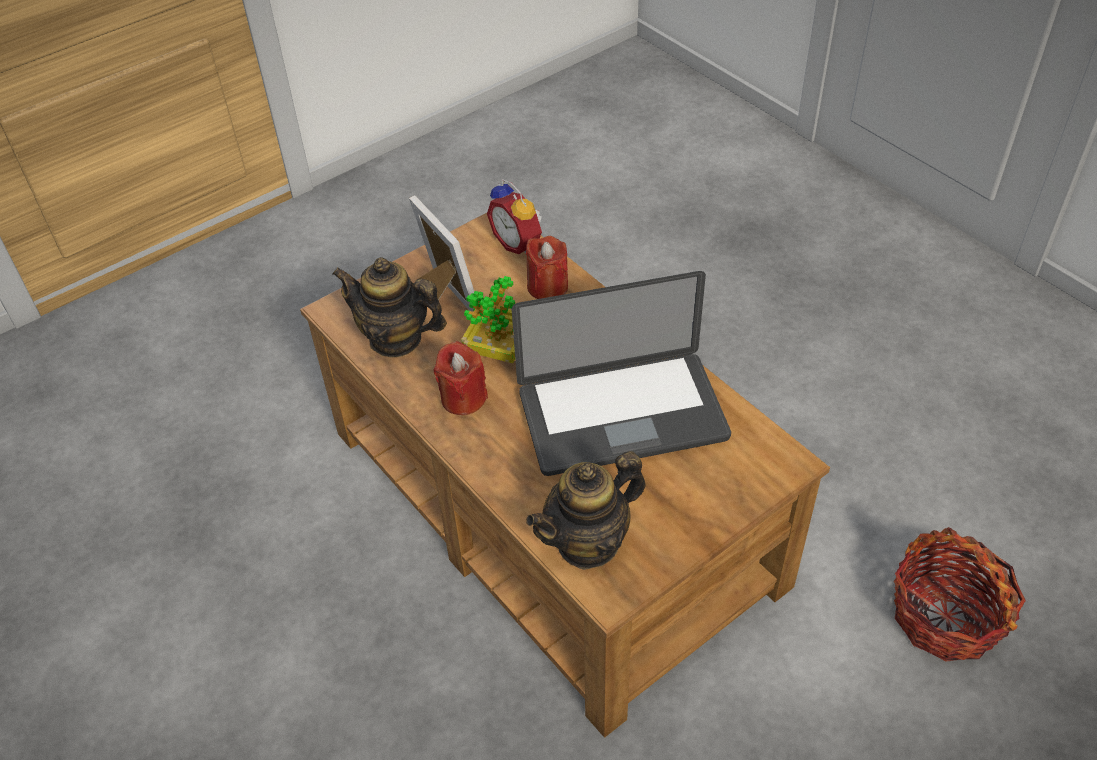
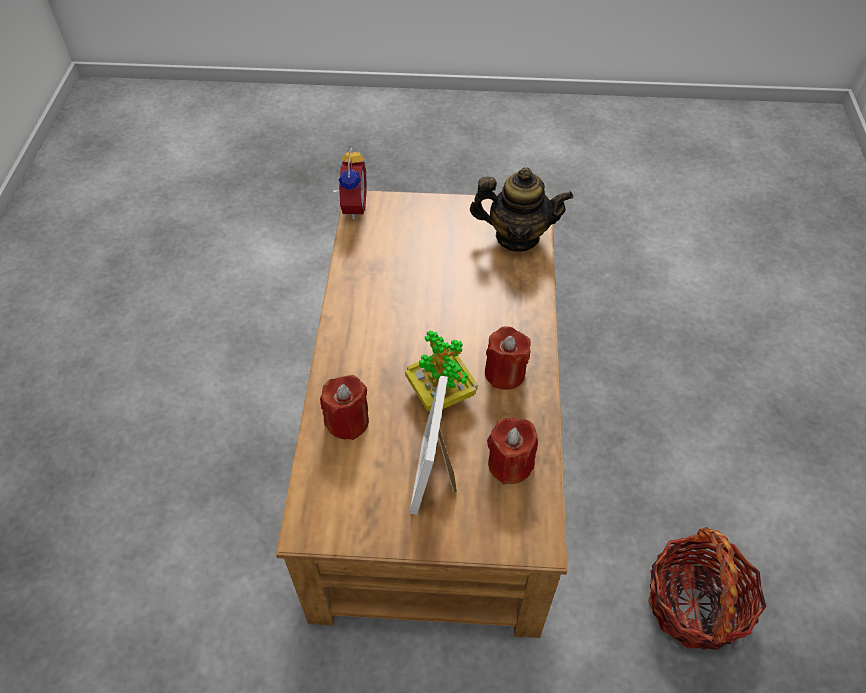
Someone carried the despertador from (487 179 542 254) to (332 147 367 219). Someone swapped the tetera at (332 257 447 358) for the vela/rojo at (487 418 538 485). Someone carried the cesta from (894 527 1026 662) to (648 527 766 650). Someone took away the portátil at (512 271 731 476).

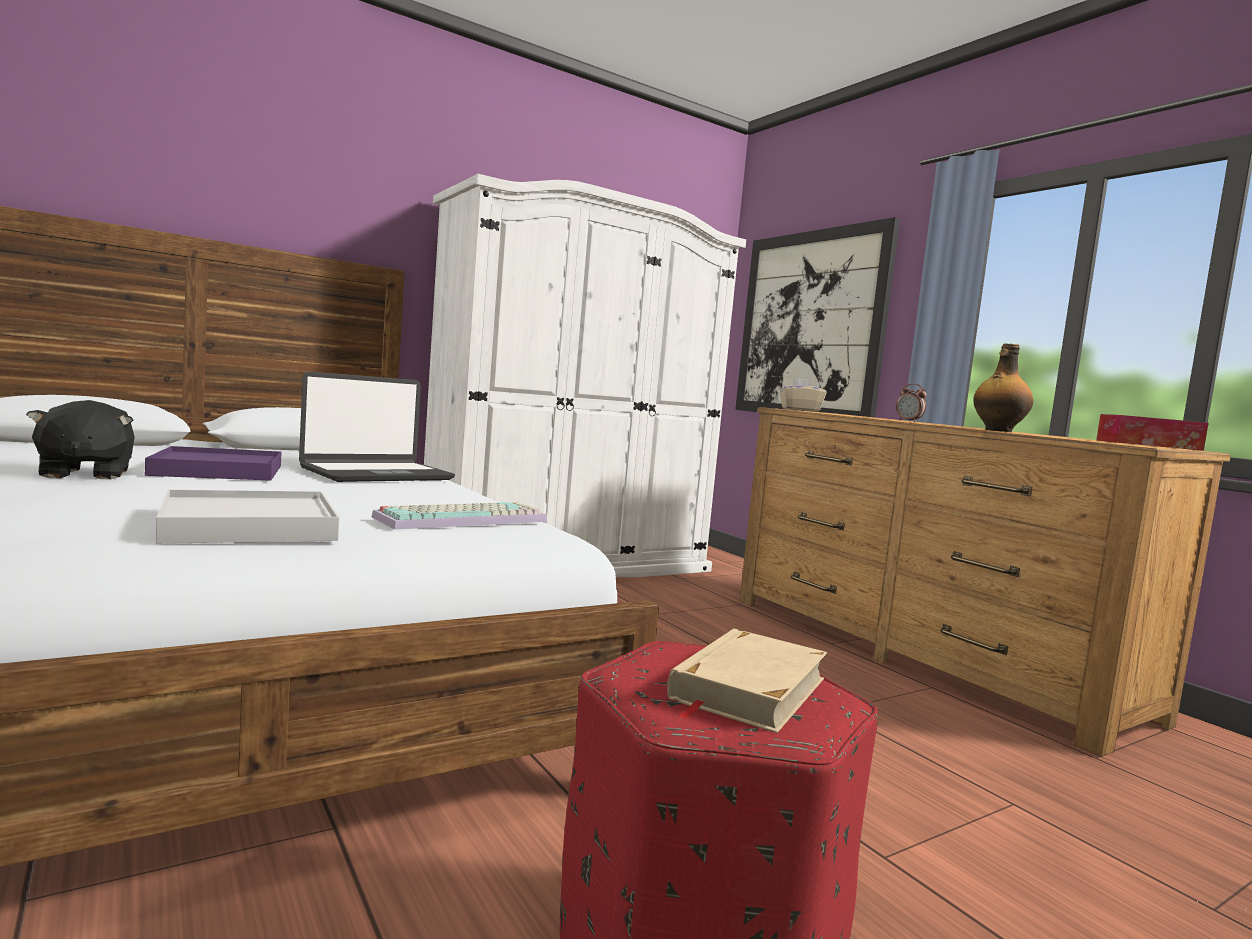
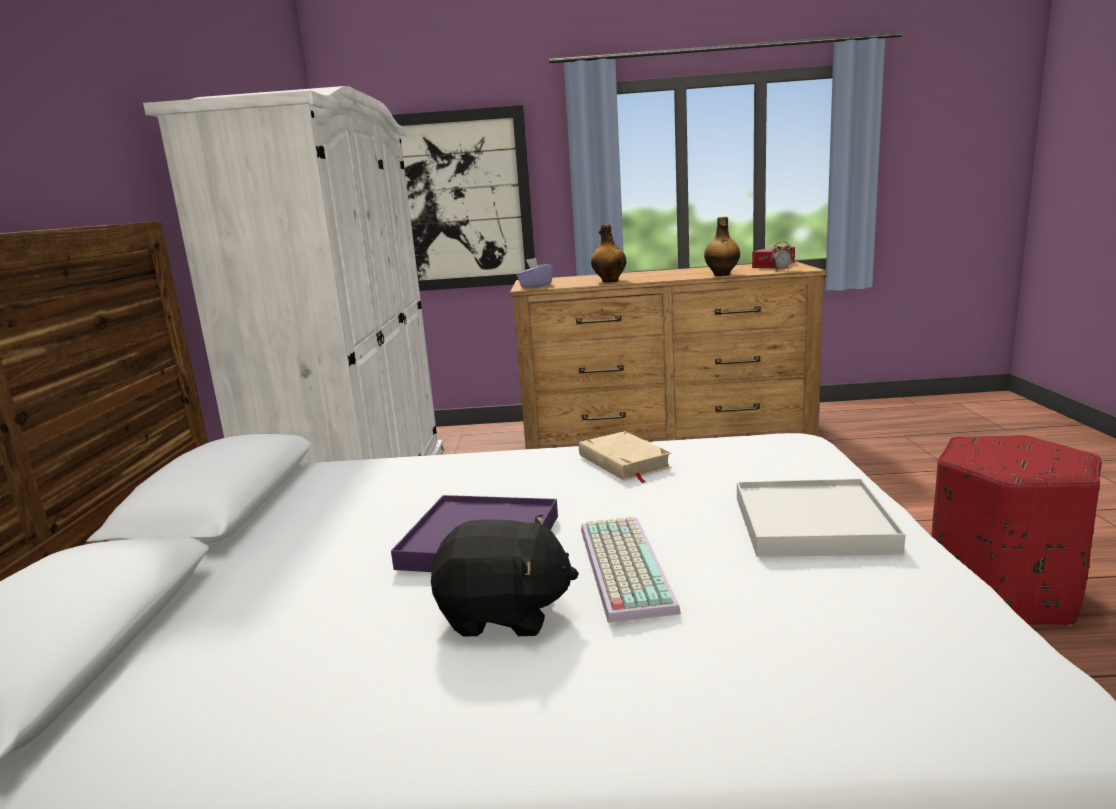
Someone repainted the caja de pañuelos/beis at (780 378 826 412), which became the caja de pañuelos/morado at (516 258 553 288). Someone carried the libro/beis from (667 629 827 733) to (579 431 672 483). Someone carried the teclado from (371 502 547 530) to (581 517 681 623). Someone put down the botella at (591 224 626 282). Someone carried the despertador from (896 384 927 422) to (771 242 792 271). Someone took away the portátil at (299 372 455 482).

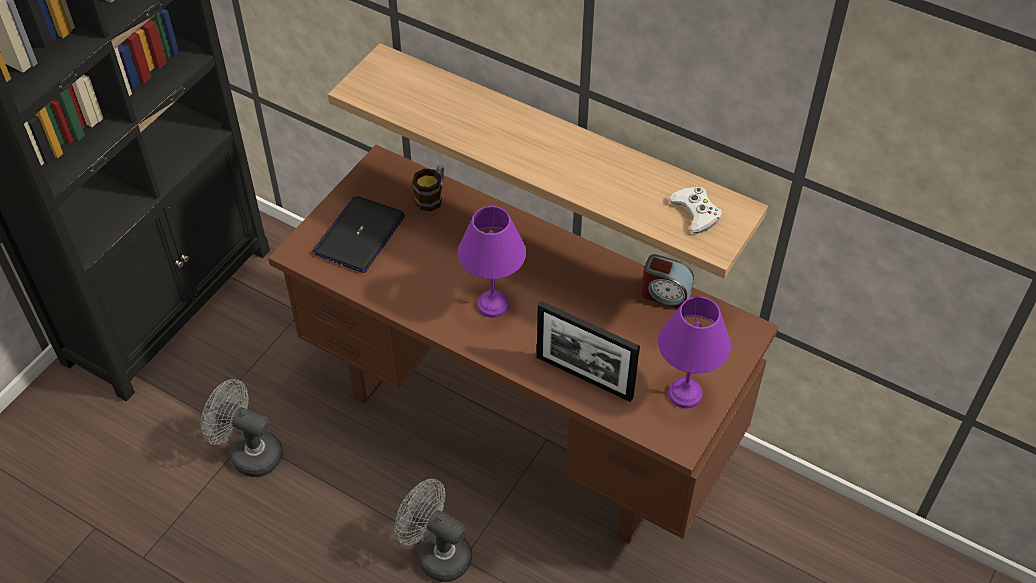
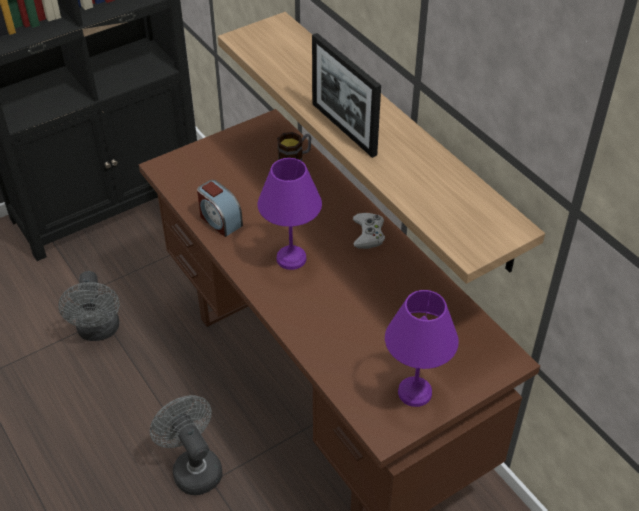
Someone rotated the ventilador/gris at (201 379 283 477) by 150 degrees counterclockwise. Someone carried the despertador from (641 254 694 308) to (197 180 243 237). Someone carried the portarretratos from (537 301 640 402) to (312 33 381 158). Someone carried the mando de consola/blanco from (669 187 722 234) to (353 213 385 249). Someone took away the portátil at (313 196 405 273).

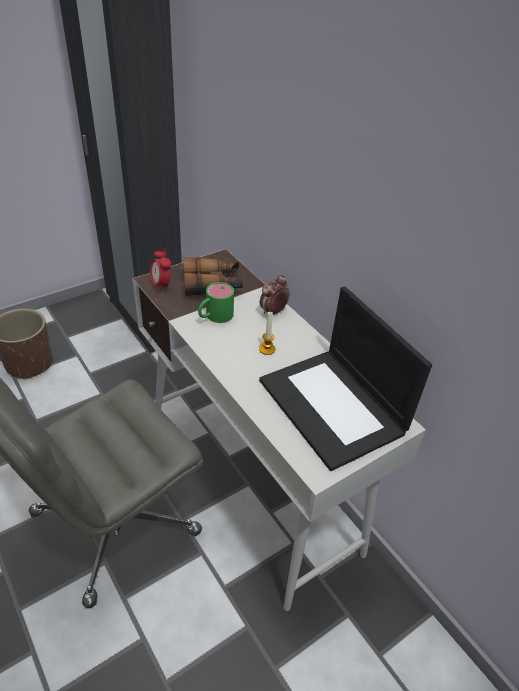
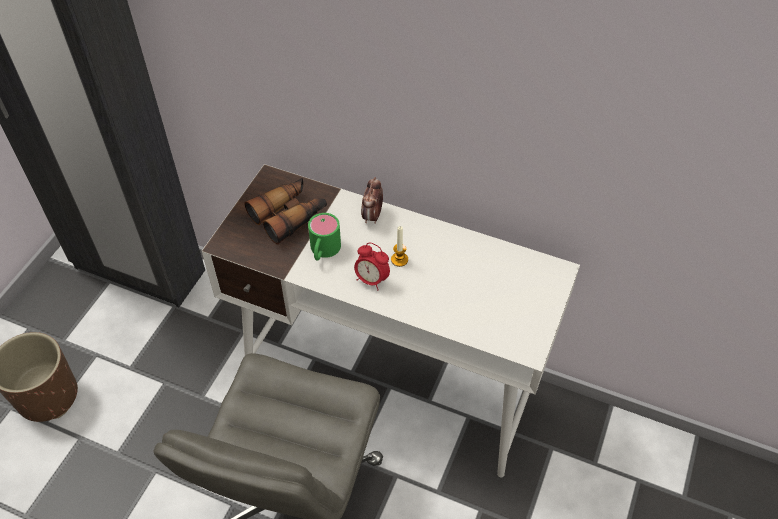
Someone carried the despertador from (150 247 172 292) to (354 243 390 290). Someone took away the portátil at (259 286 432 471).

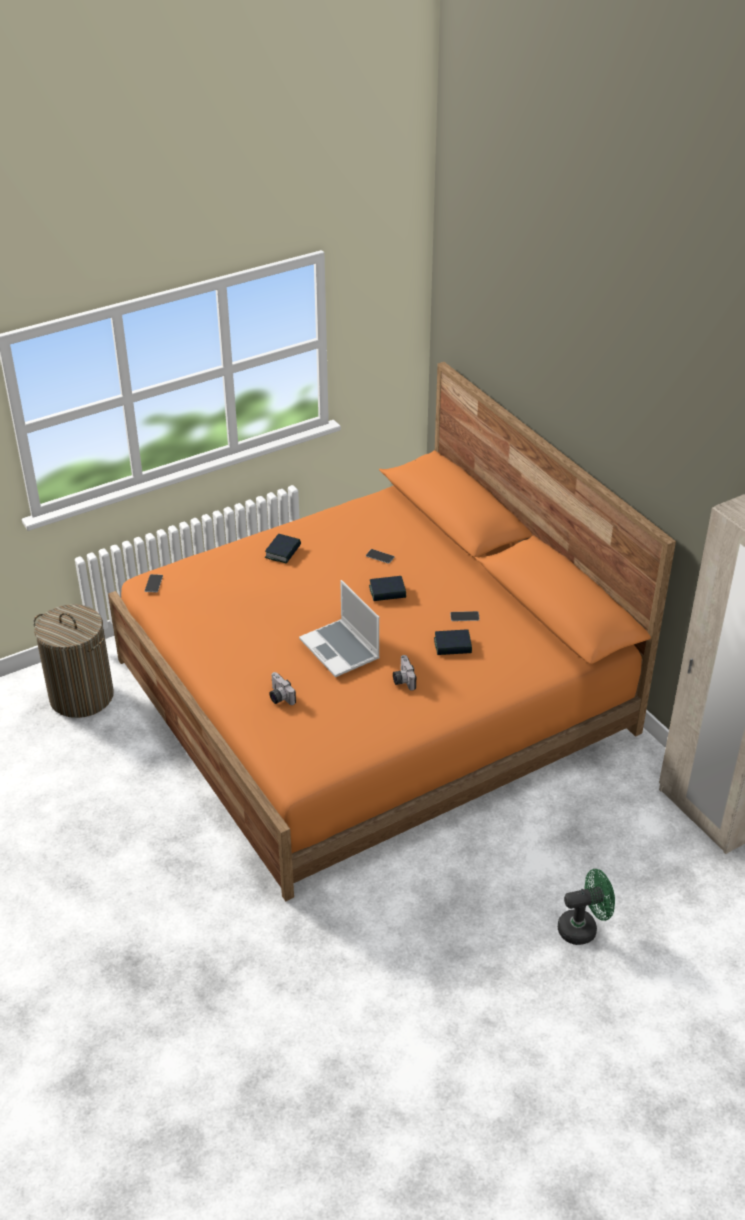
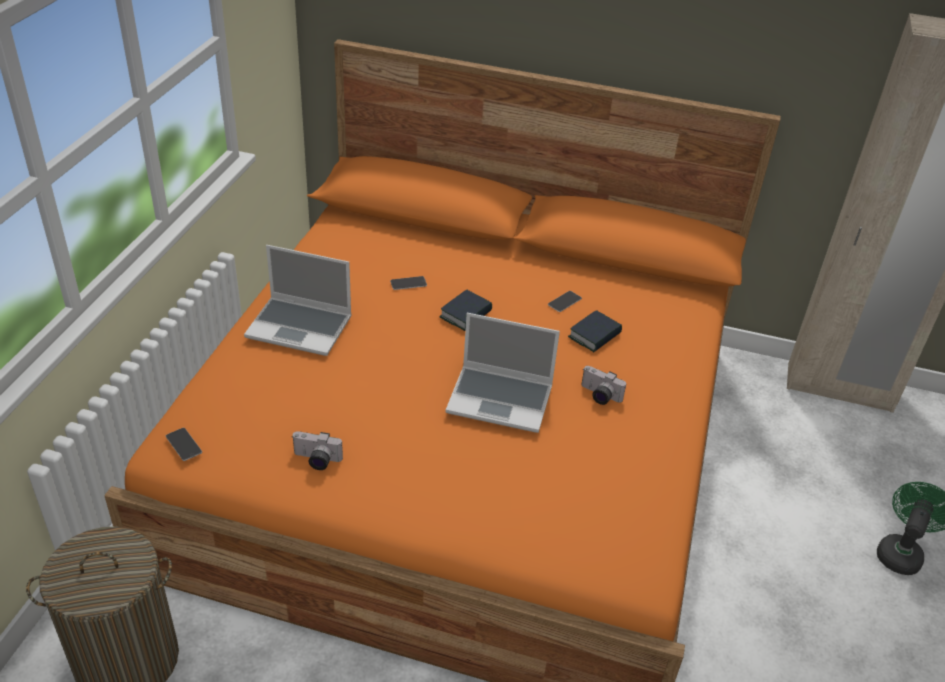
Someone swapped the libro at (265 534 301 564) for the portátil at (244 245 352 356). Someone carried the cámara from (269 672 296 705) to (292 431 343 470).

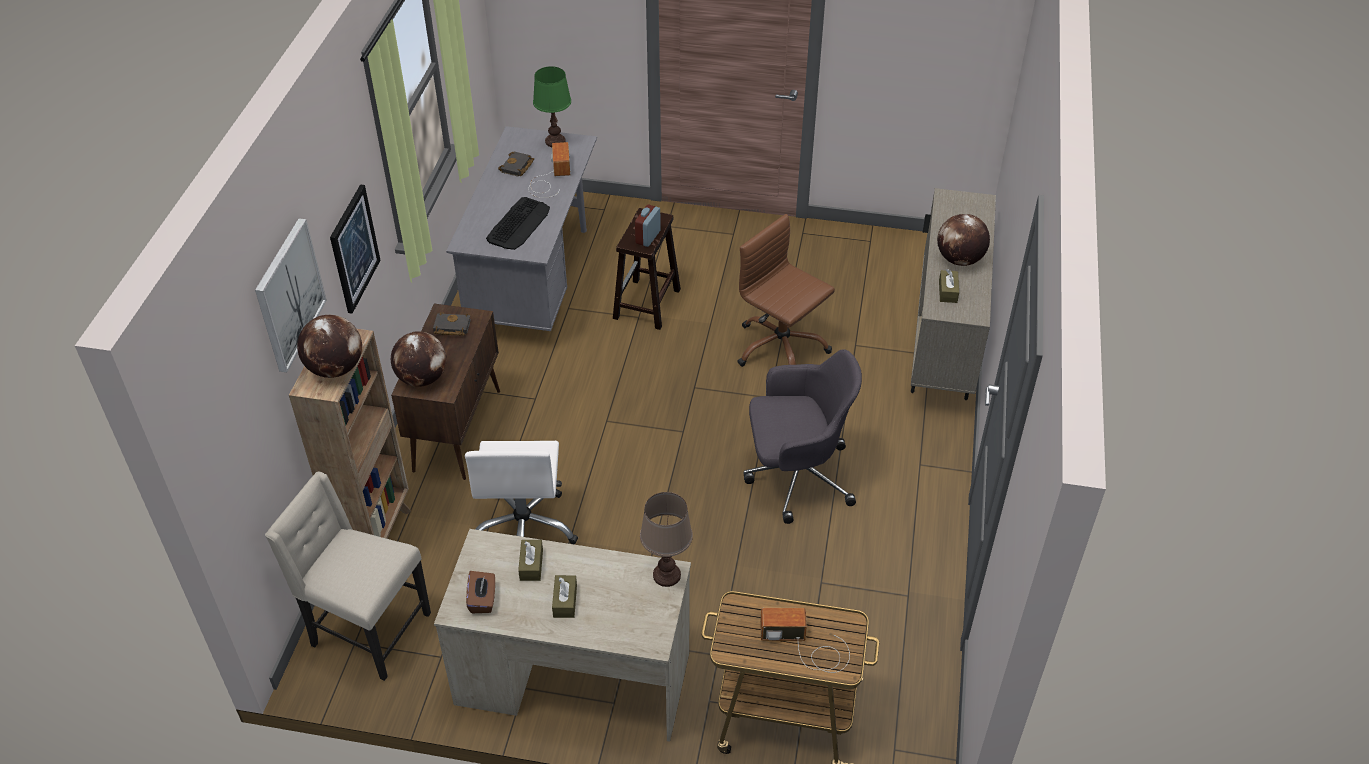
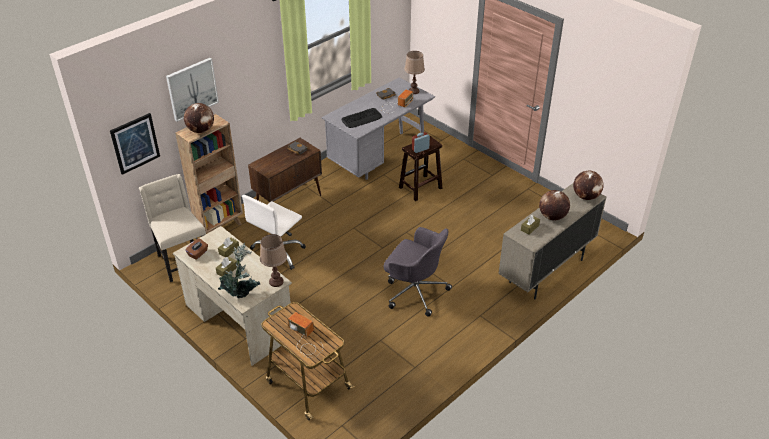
Someone carried the cuadro from (330 184 380 314) to (110 113 160 175). Someone put down the planta en maceta at (218 243 260 298). Someone repainted the lámpara de mesa/verde at (533 66 571 147), which became the lámpara de mesa/marrón at (404 51 425 94). Someone carried the globo terráqueo from (391 331 447 387) to (573 171 604 200). Someone took away the silla de oficina/marrón at (737 214 835 367).

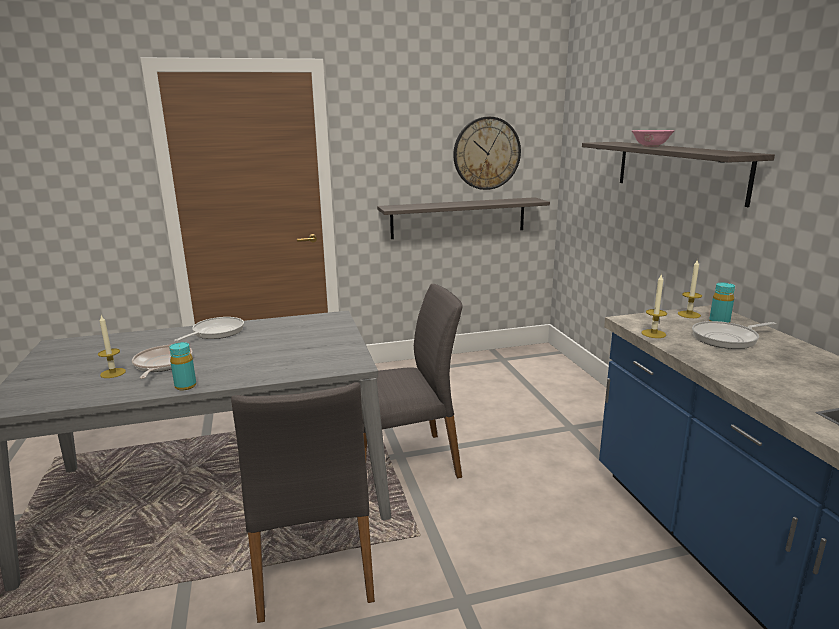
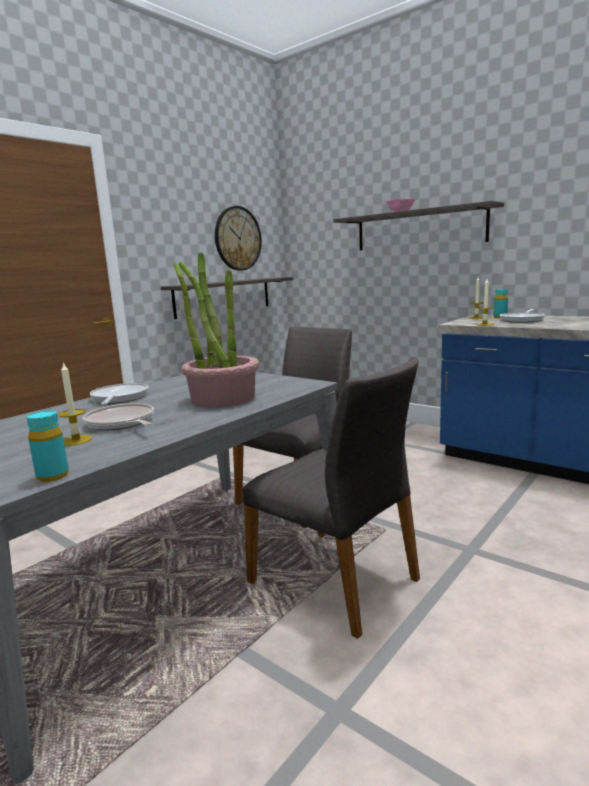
Someone carried the botella/turquesa from (169 342 196 390) to (26 410 69 482). Someone put down the planta en maceta at (174 252 259 407).

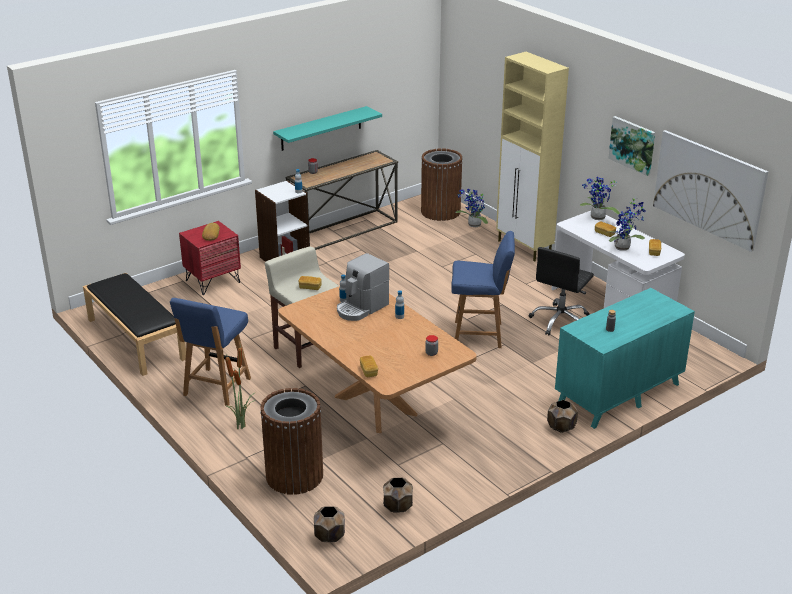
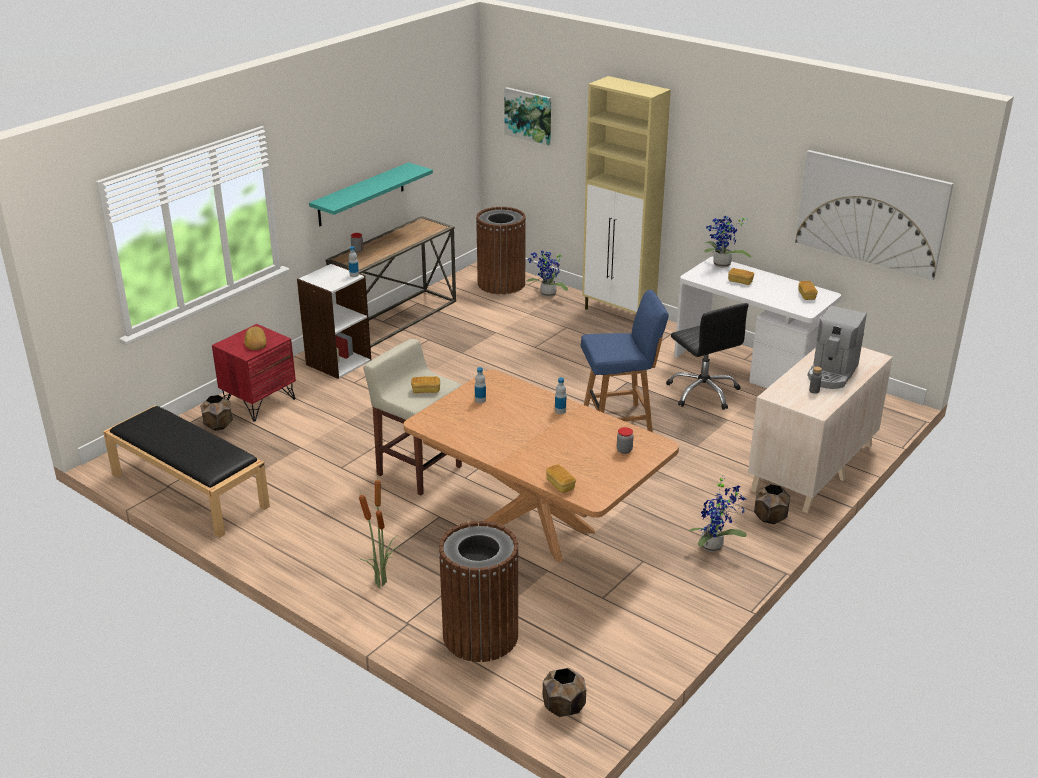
Someone carried the maceta/marrón from (383 478 413 512) to (200 395 233 431). Someone carried the cuadro from (608 116 655 176) to (504 87 551 146). Someone rotated the silla de oficina/negro at (529 247 594 335) by 45 degrees counterclockwise. Someone carried the planta en maceta from (606 197 645 251) to (689 475 747 552). Someone repainted the cómoda/turquesa at (555 288 695 429), which became the cómoda/beis at (748 347 893 513). Someone carried the cafetera from (337 253 389 321) to (807 305 867 389). Someone took away the silla/azul at (170 298 251 406).

